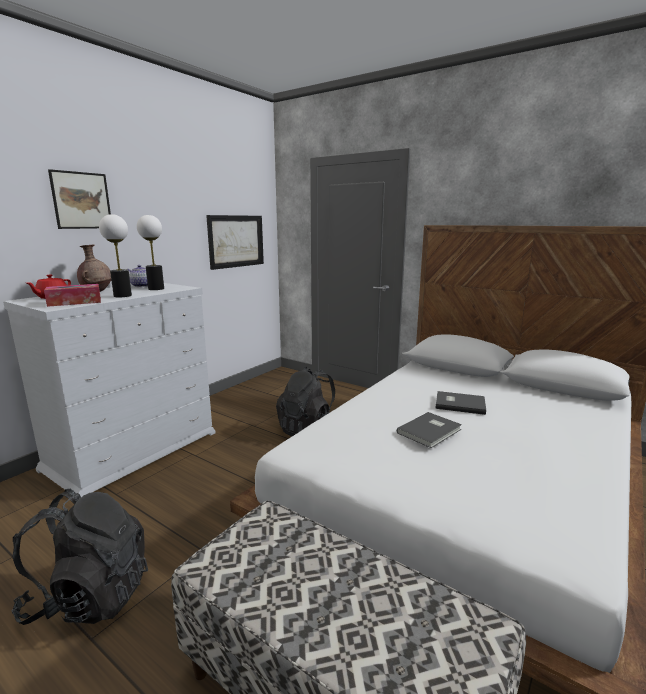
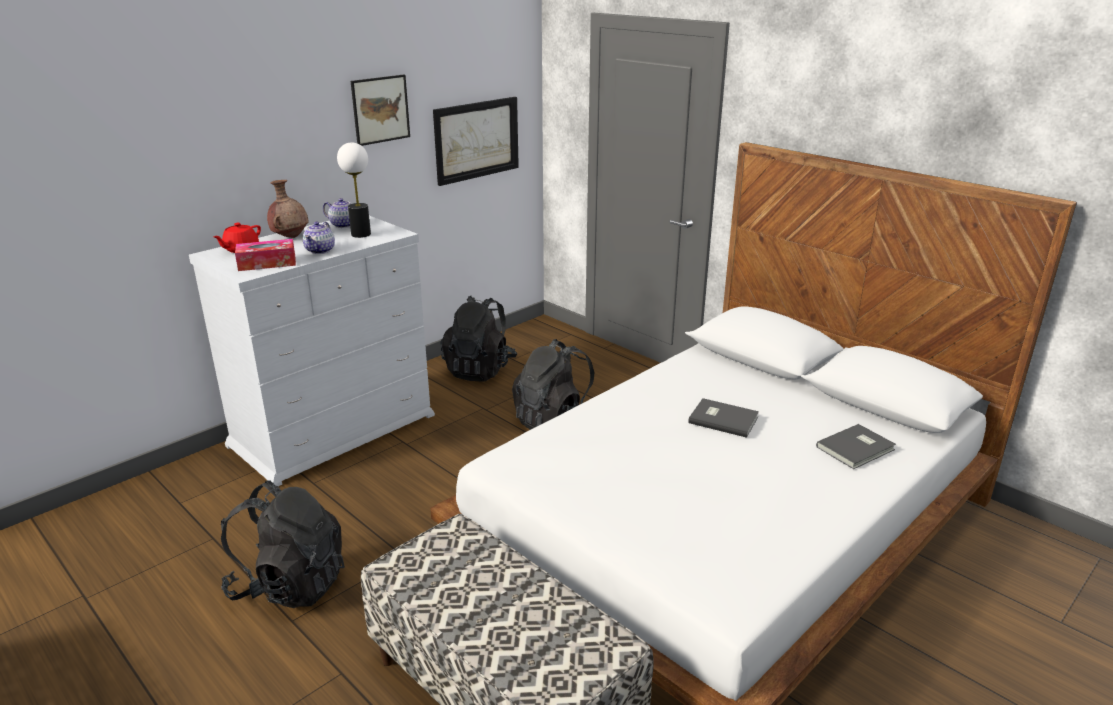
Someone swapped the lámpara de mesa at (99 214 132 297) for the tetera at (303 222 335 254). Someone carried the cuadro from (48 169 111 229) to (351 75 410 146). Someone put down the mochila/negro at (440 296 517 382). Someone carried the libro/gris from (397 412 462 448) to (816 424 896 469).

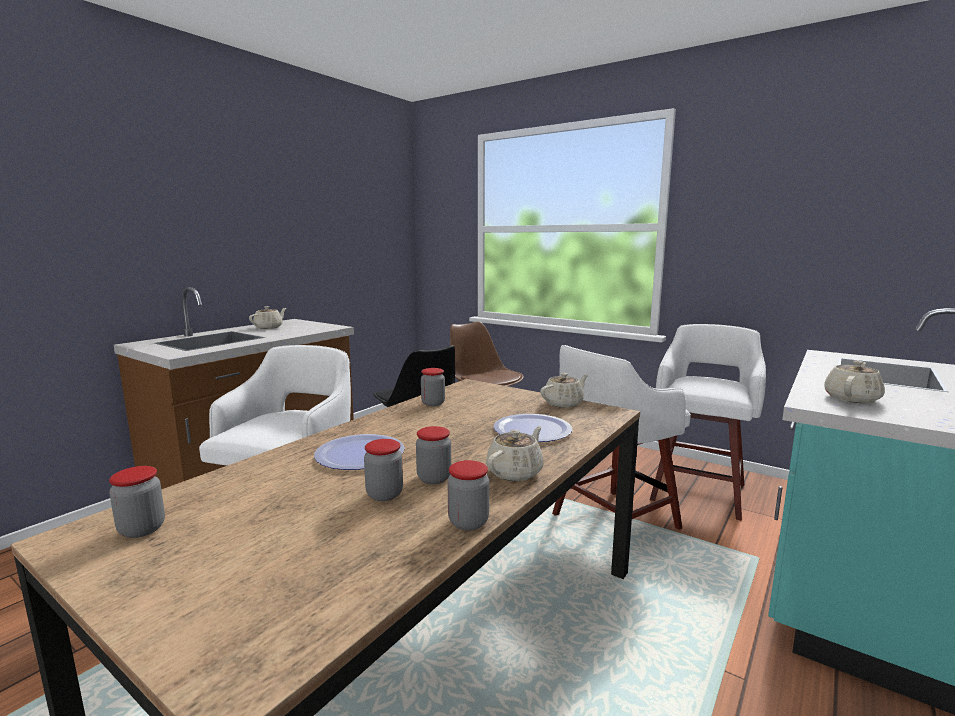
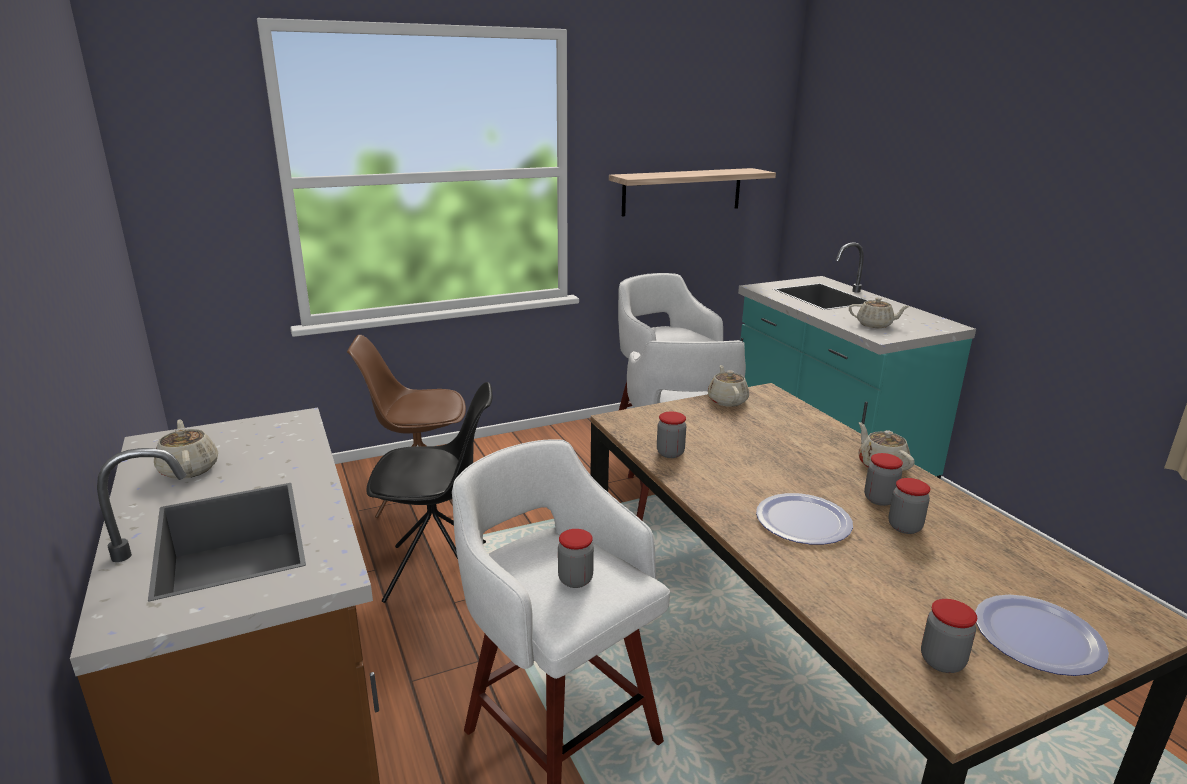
Someone carried the tarro from (448 460 489 530) to (558 529 594 588). Someone put up the estante at (609 168 776 216). Someone rotated the tetera/beis at (824 361 885 403) by 120 degrees clockwise. Someone carried the plato from (493 414 572 442) to (975 595 1109 676).

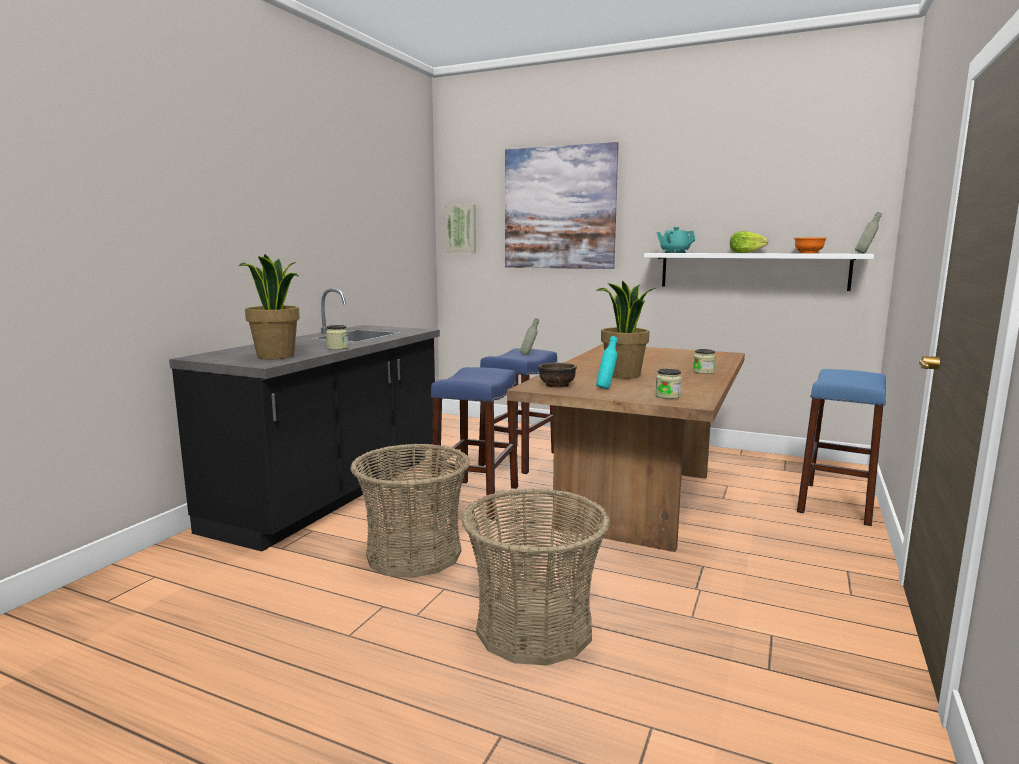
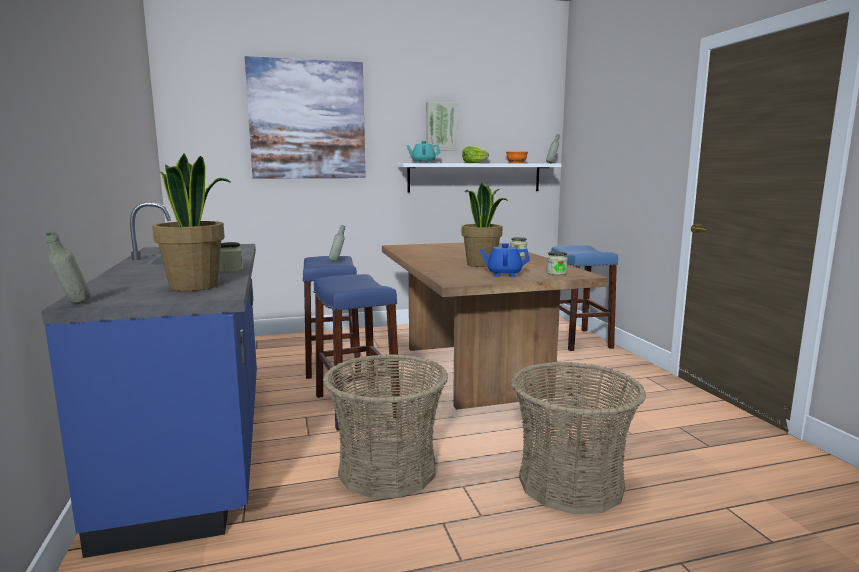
Someone repainted the mueble bajo de cocina/negro at (169 288 440 551), which became the mueble bajo de cocina/azul at (41 202 257 558). Someone put down the botella/gris at (45 231 91 304). Someone carried the cuadro from (445 204 476 253) to (426 102 457 150). Someone swapped the botella/turquesa at (596 336 617 389) for the tetera/azul at (479 243 530 277). Someone took away the cuenco/marrón at (538 363 577 388).

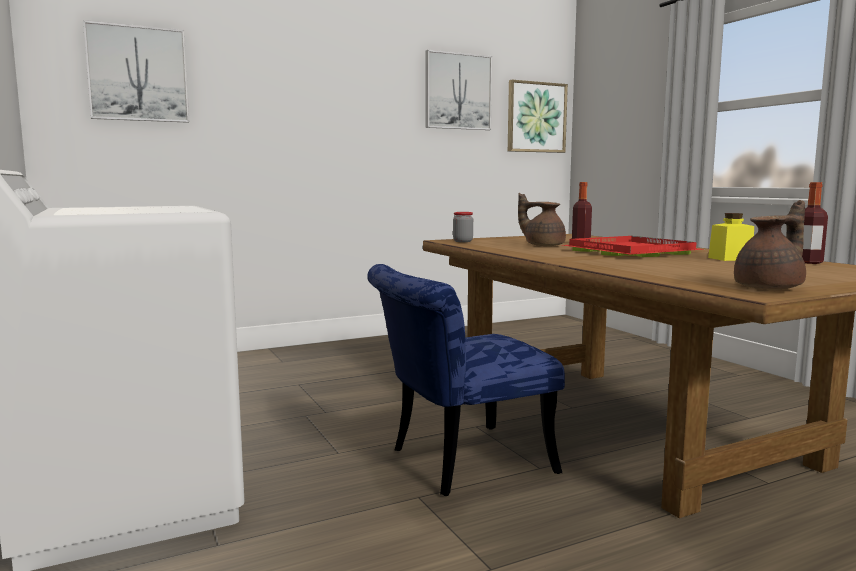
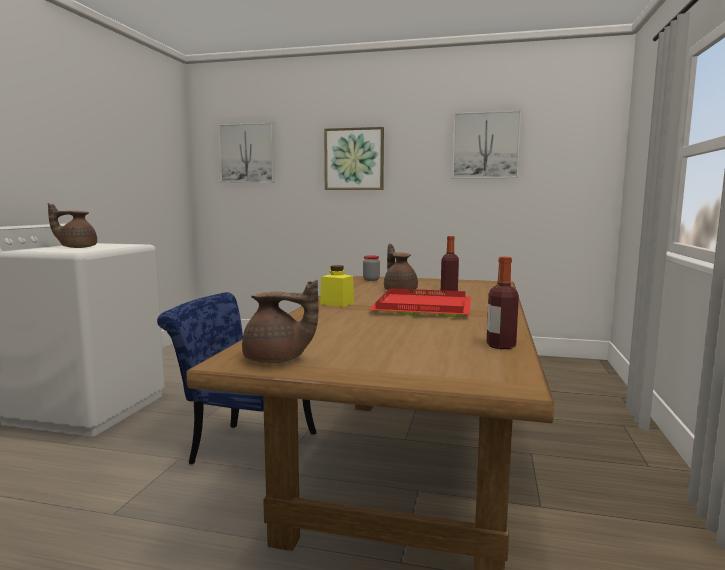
Someone put down the tetera/marrón at (48 203 97 248). Someone carried the tarro/amarillo from (708 213 754 261) to (320 265 354 307). Someone carried the cuadro from (508 80 568 153) to (324 127 384 190).

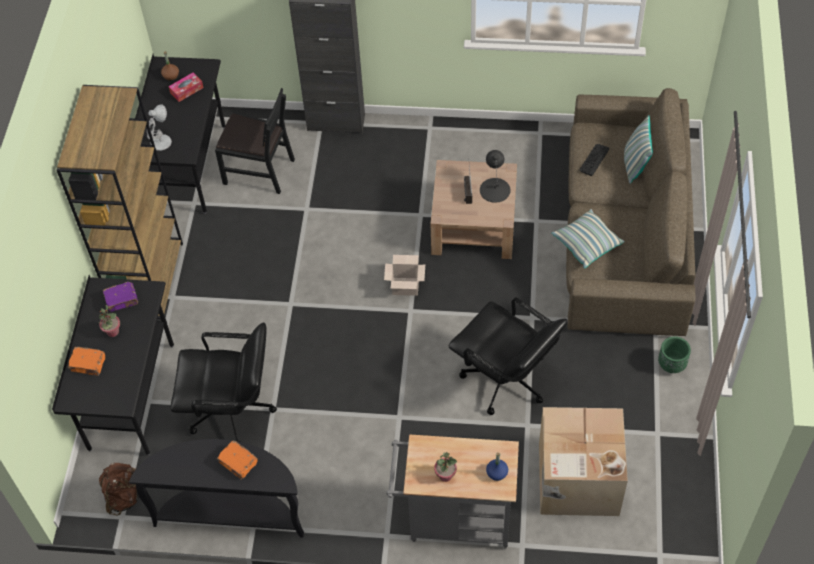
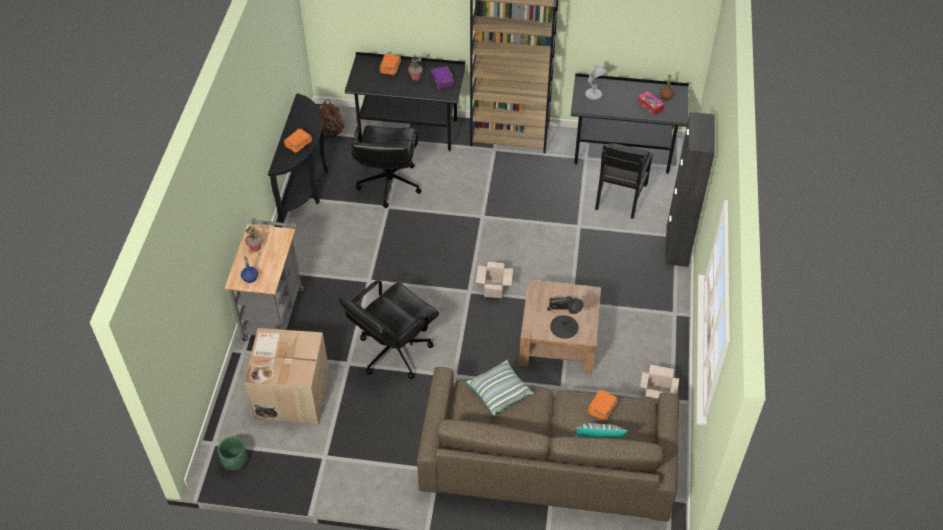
Someone carried the maceta/verde from (658 336 691 373) to (217 437 248 470). Someone swapped the teclado at (580 144 609 176) for the libro/naranja at (587 389 618 421). Someone put down the caja de cartón at (640 365 679 404).

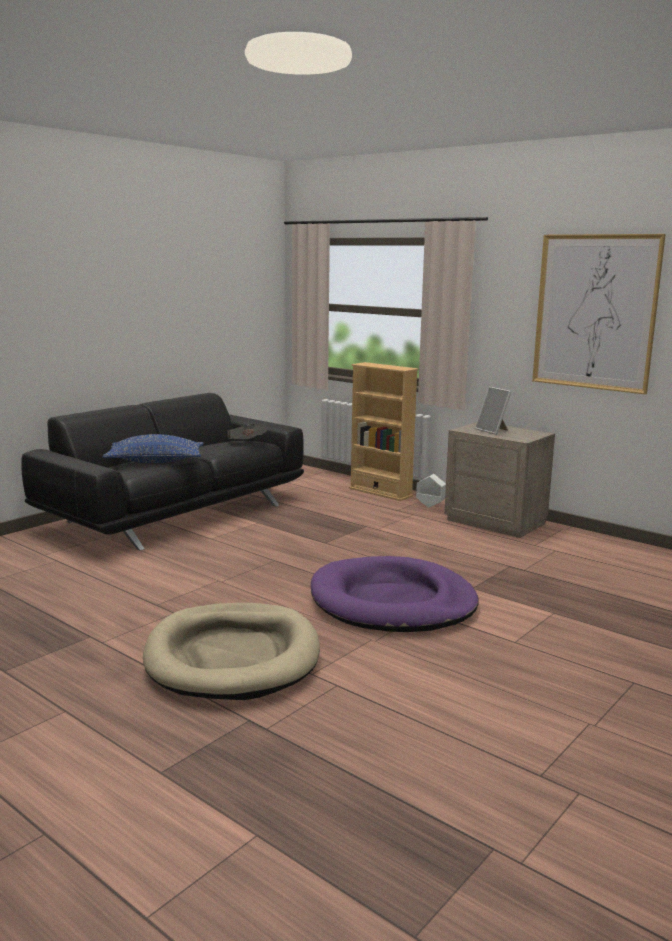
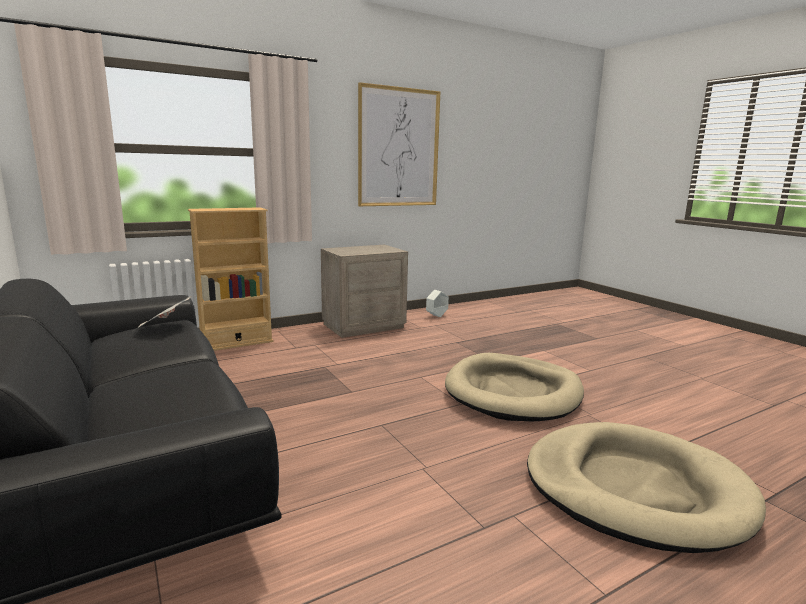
Someone carried the maceta/blanco from (416 474 446 508) to (426 290 449 317). Someone repainted the cama para perro/morado at (311 556 479 632), which became the cama para perro/beis at (445 353 584 421). Someone took away the cojín/azul at (103 434 204 463). Someone took away the portarretratos at (475 387 512 435).

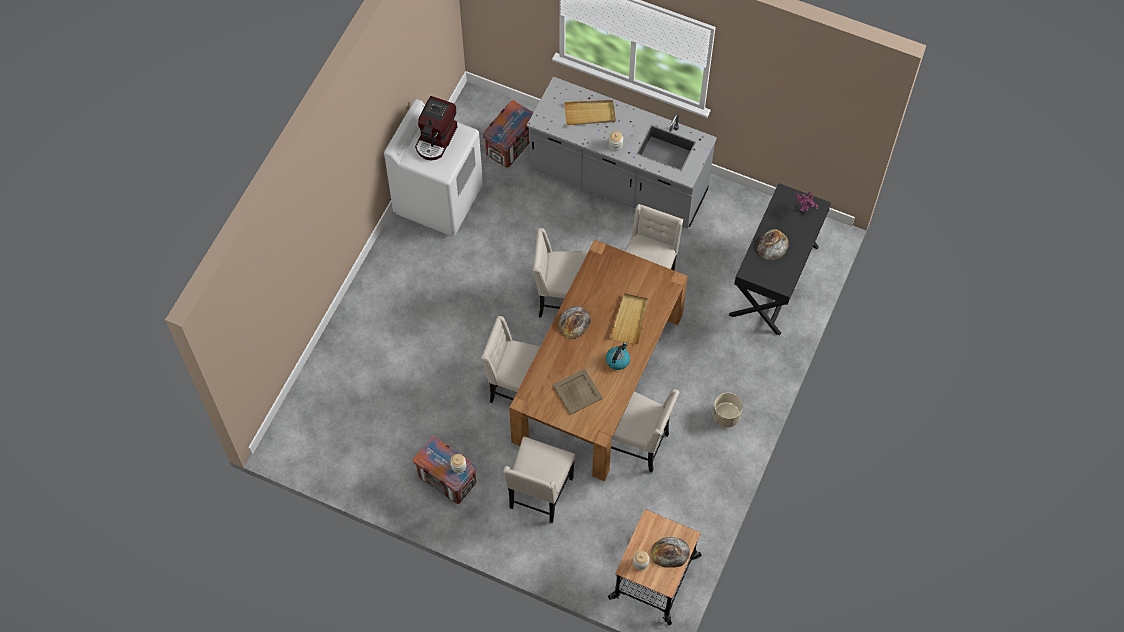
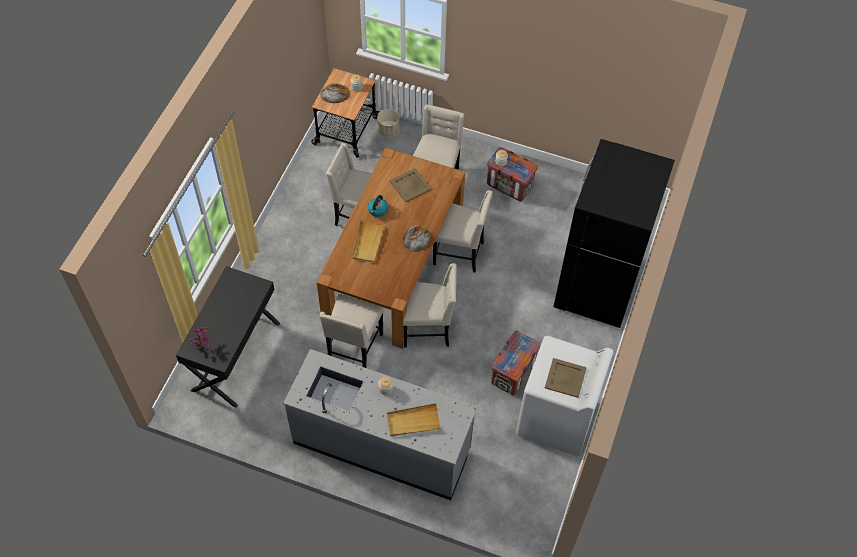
Someone carried the maceta/beis from (713 393 743 427) to (377 109 399 137). Someone carried the caja de embalaje from (483 100 534 168) to (491 331 540 395). Someone swapped the cafetera at (415 96 457 160) for the bandeja/beis at (545 358 587 398). Someone put down the nevera/negro at (553 139 675 328). Someone took away the pan at (756 229 789 261).

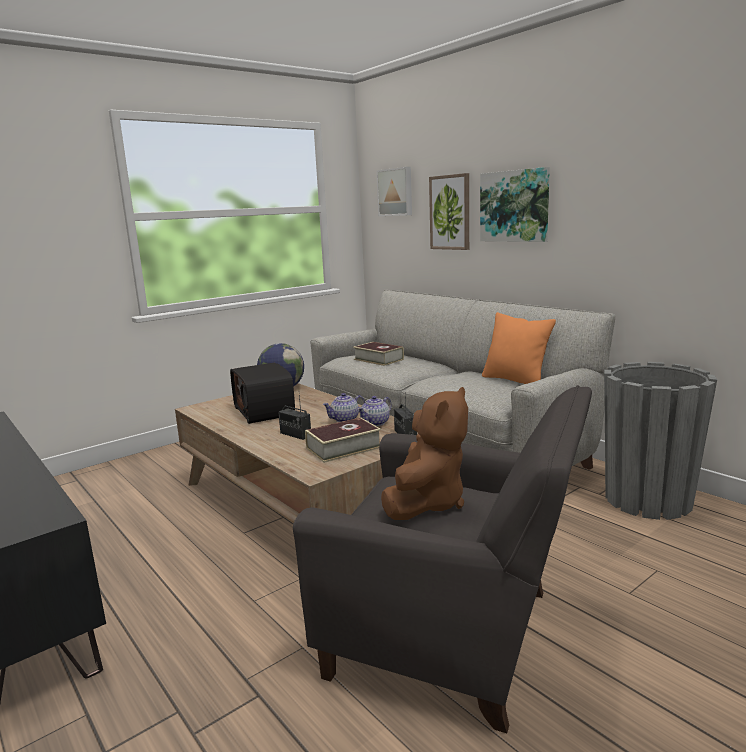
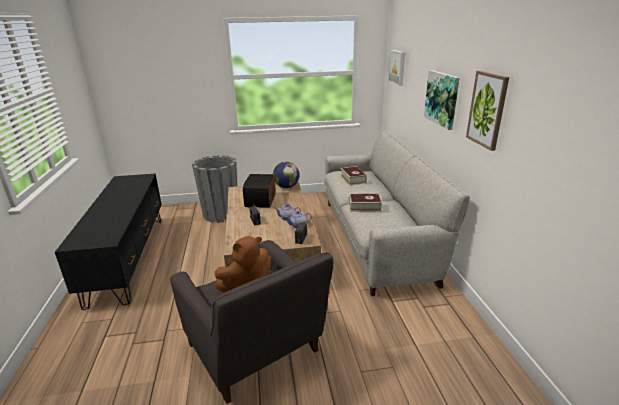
Someone carried the maceta/gris from (604 362 717 520) to (192 155 237 223). Someone carried the libro from (305 417 381 463) to (349 194 382 212). Someone carried the cuadro from (429 173 469 250) to (466 71 509 151). Someone took away the cojín/naranja at (482 312 556 384).

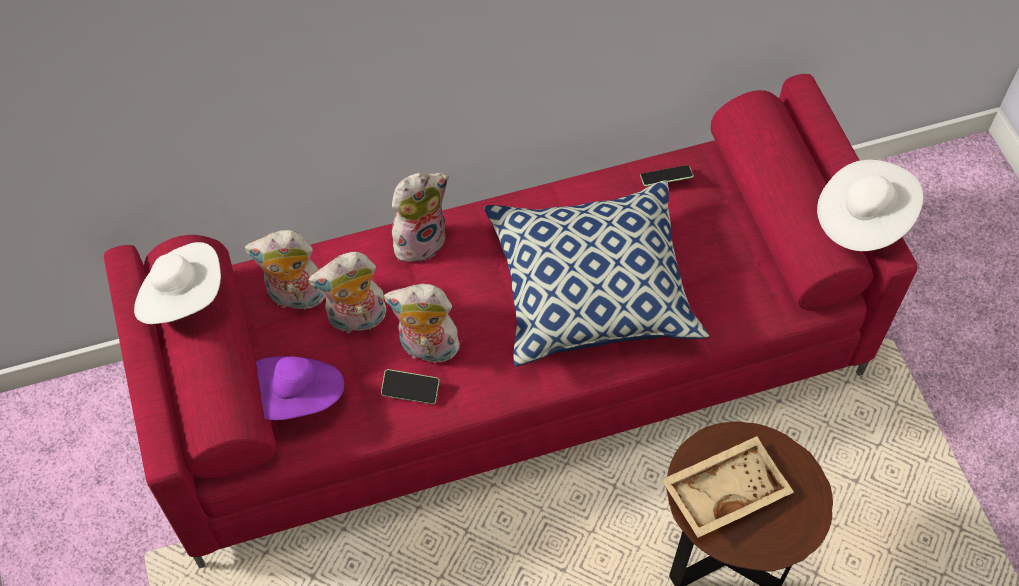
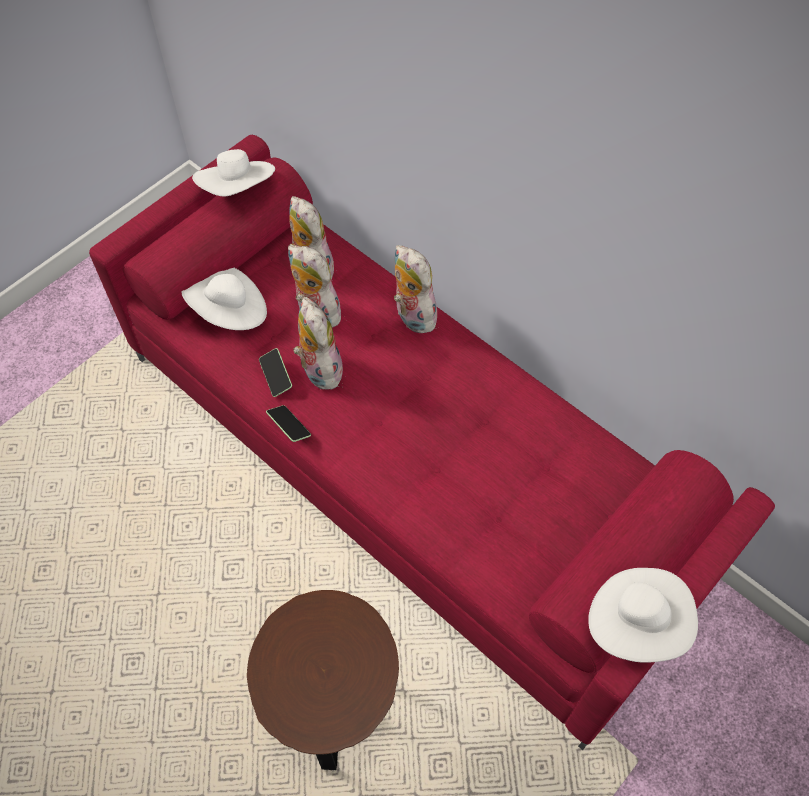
Someone repainted the sombrero/morado at (256 356 344 420), which became the sombrero/blanco at (181 268 267 330). Someone carried the móvil from (640 165 694 186) to (266 405 311 442). Someone rotated the peluche at (392 173 449 262) by 150 degrees counterclockwise. Someone took away the cojín at (484 180 709 367). Someone took away the bandeja/beis at (661 436 794 538).

